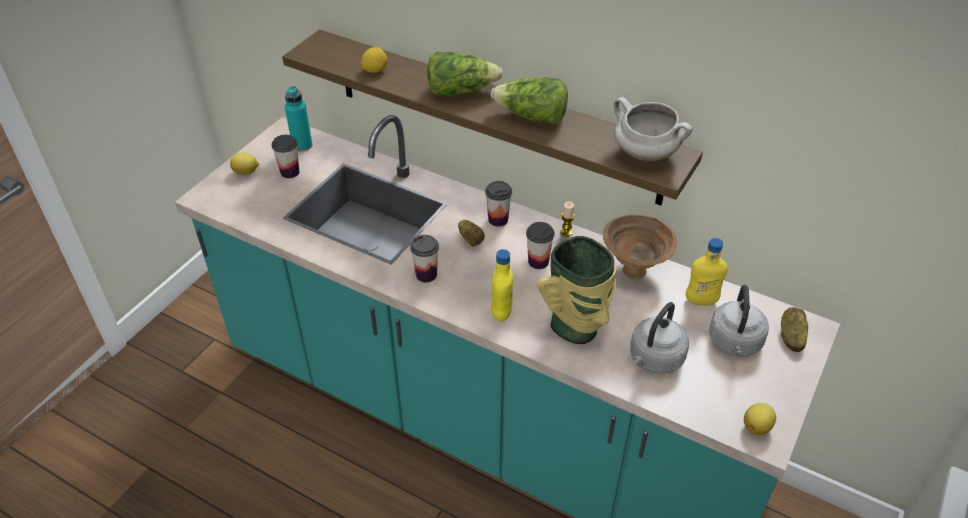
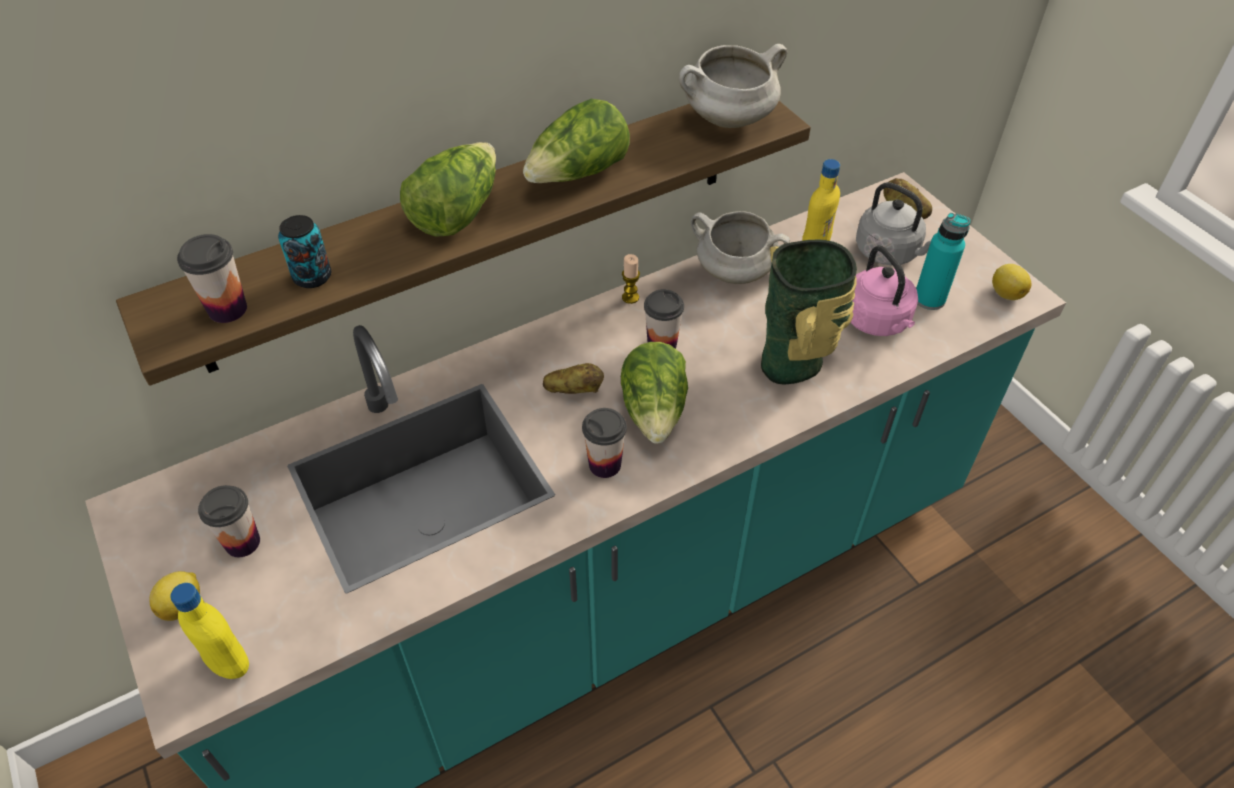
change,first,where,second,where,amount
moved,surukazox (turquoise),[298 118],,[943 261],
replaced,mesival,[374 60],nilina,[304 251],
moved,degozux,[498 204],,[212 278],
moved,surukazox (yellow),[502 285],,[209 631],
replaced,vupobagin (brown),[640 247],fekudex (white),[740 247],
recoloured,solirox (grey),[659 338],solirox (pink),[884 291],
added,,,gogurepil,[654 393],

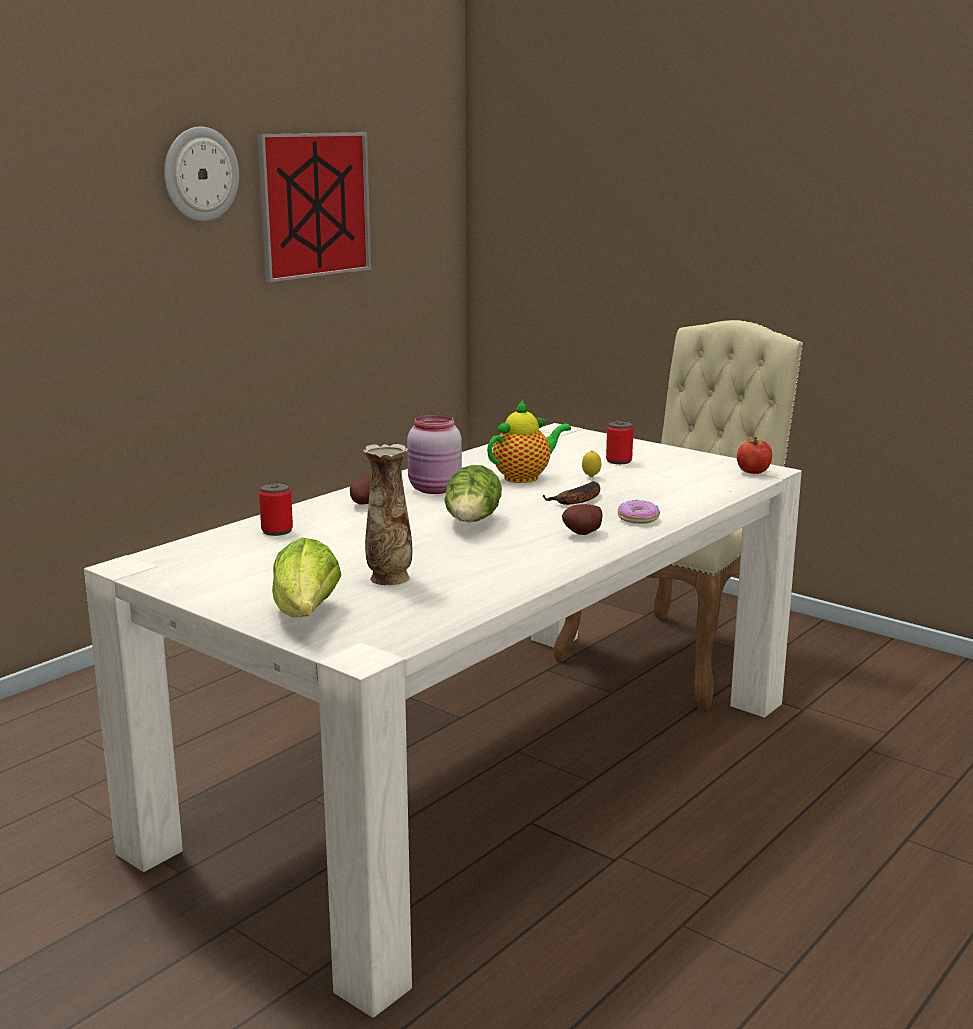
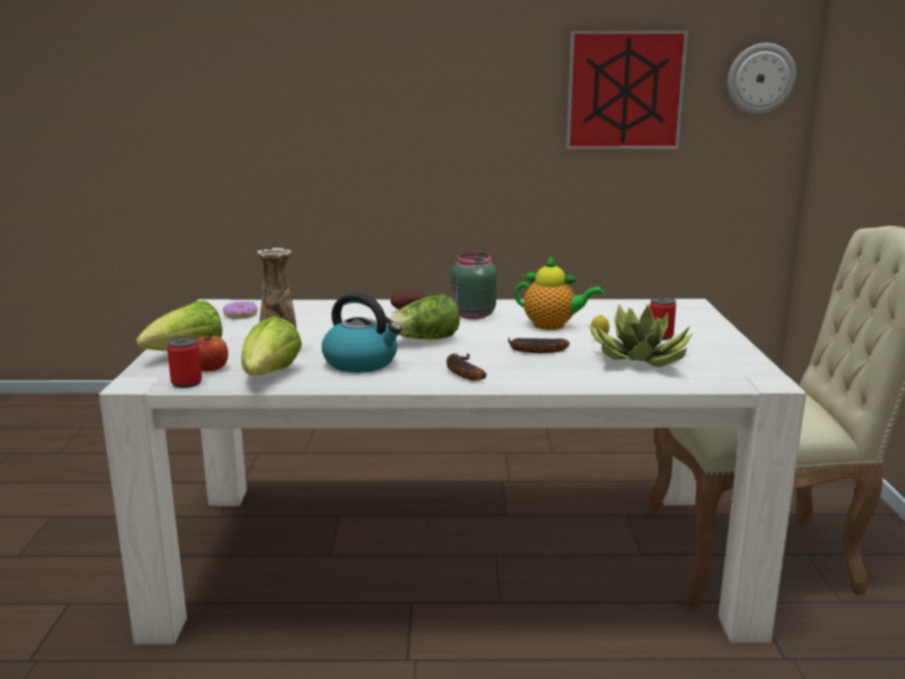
change,first,where,second,where,amount
moved,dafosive,[201 174],,[762 78],
moved,nilina,[276 509],,[184 362],
recoloured,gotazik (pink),[434 454],gotazik (green),[474 286],
replaced,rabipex,[582 519],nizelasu,[467 367],
moved,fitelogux,[639 511],,[240 310],
moved,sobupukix,[754 455],,[212 352],
added,,,gogurepil,[271 346],
added,,,solirox,[362 333],
added,,,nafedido,[640 335],

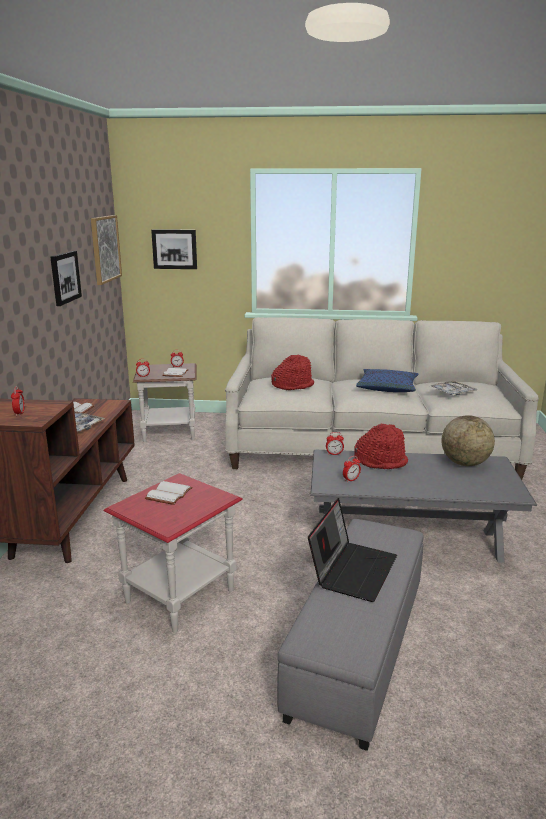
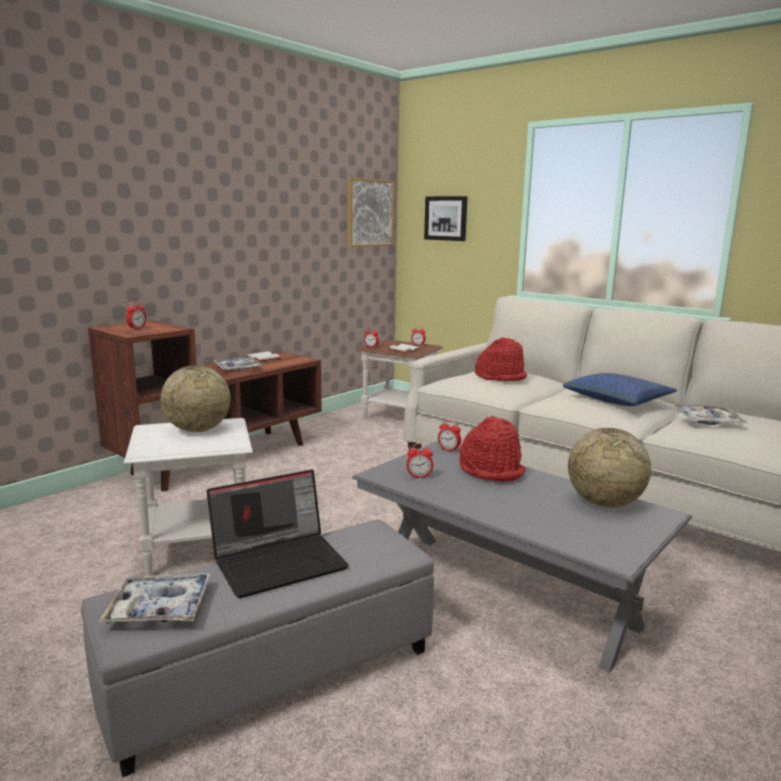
change,first,where,second,where,amount
removed,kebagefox,[66 278],,,
recoloured,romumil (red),[173 553],romumil (white),[188 497],
replaced,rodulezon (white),[169 493],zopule,[196 398],
added,,,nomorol,[155 598],

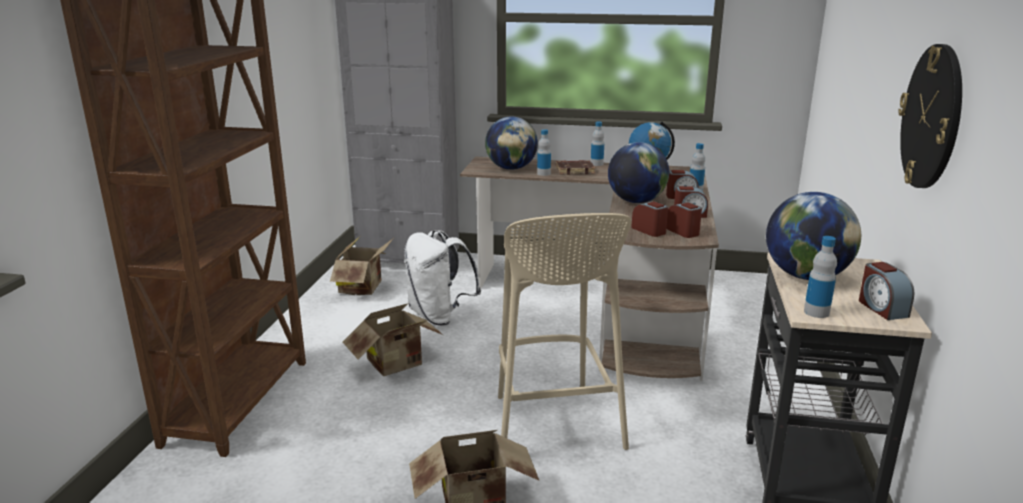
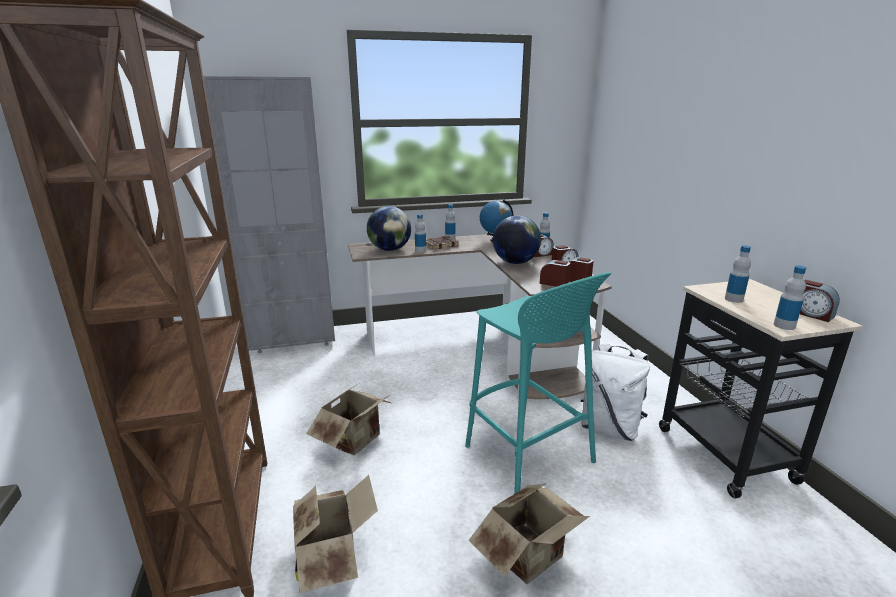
change,first,where,second,where,amount
moved,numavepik,[362 266],,[335 534],
moved,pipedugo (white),[442 278],,[615 392],
recoloured,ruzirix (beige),[564 331],ruzirix (turquoise),[538 383],
replaced,zopule,[813 236],surukazox,[738 274],
removed,dafosive,[930 116],,,

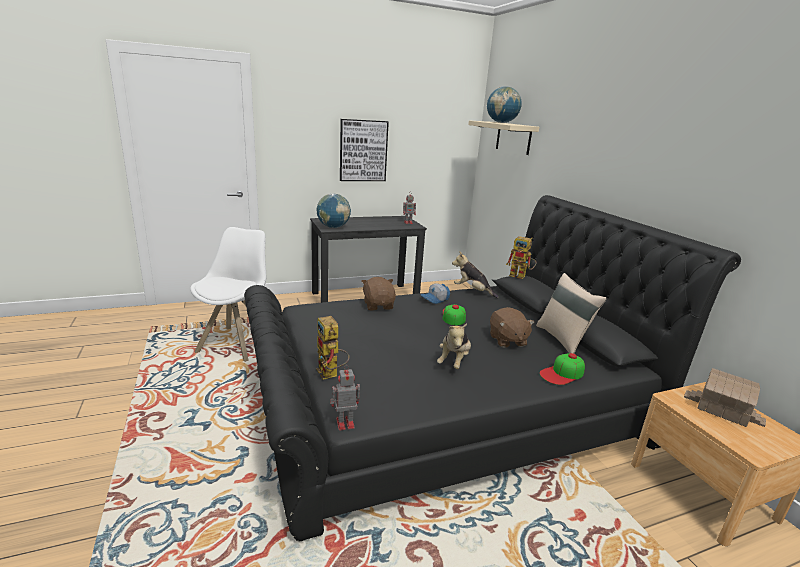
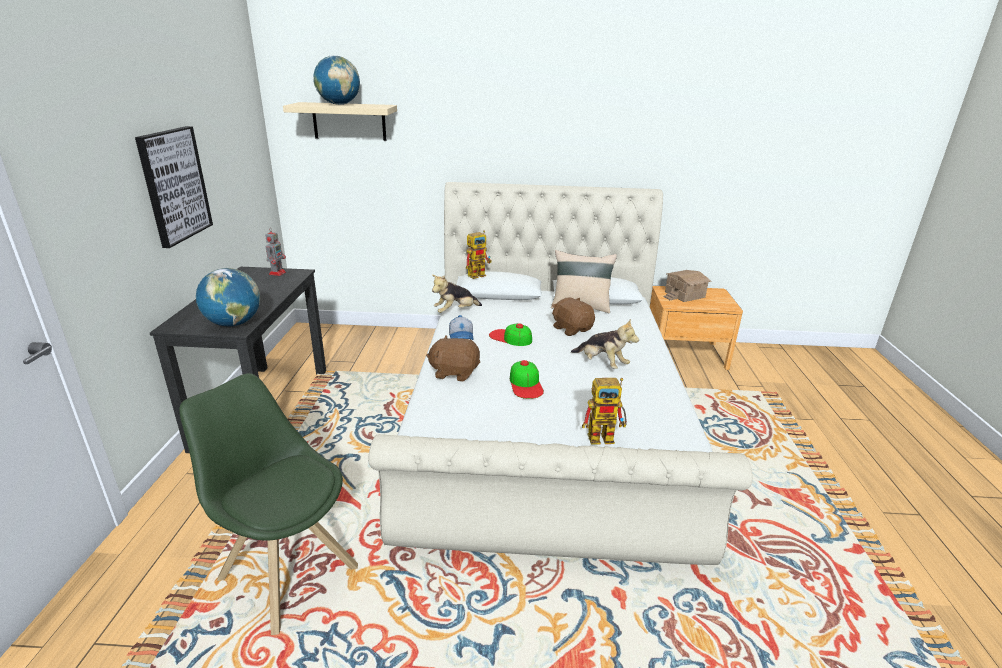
change,first,where,second,where,amount
recoloured,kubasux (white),[228 294],kubasux (green),[268 504],
recoloured,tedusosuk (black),[492 368],tedusosuk (beige),[560 373],
removed,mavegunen,[345 398],,,
turned,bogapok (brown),[512 327],,[573 316],135 degrees counterclockwise
moved,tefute,[562 369],,[527 379],

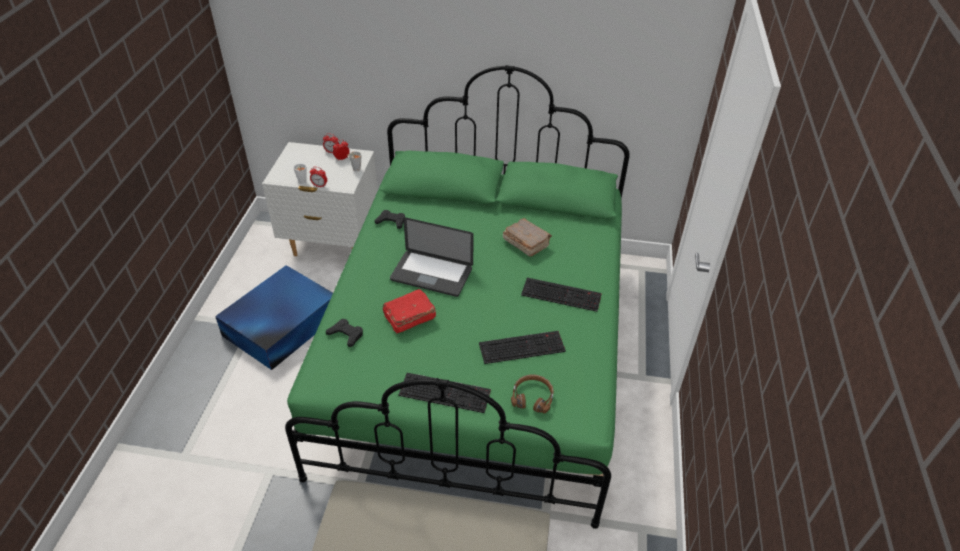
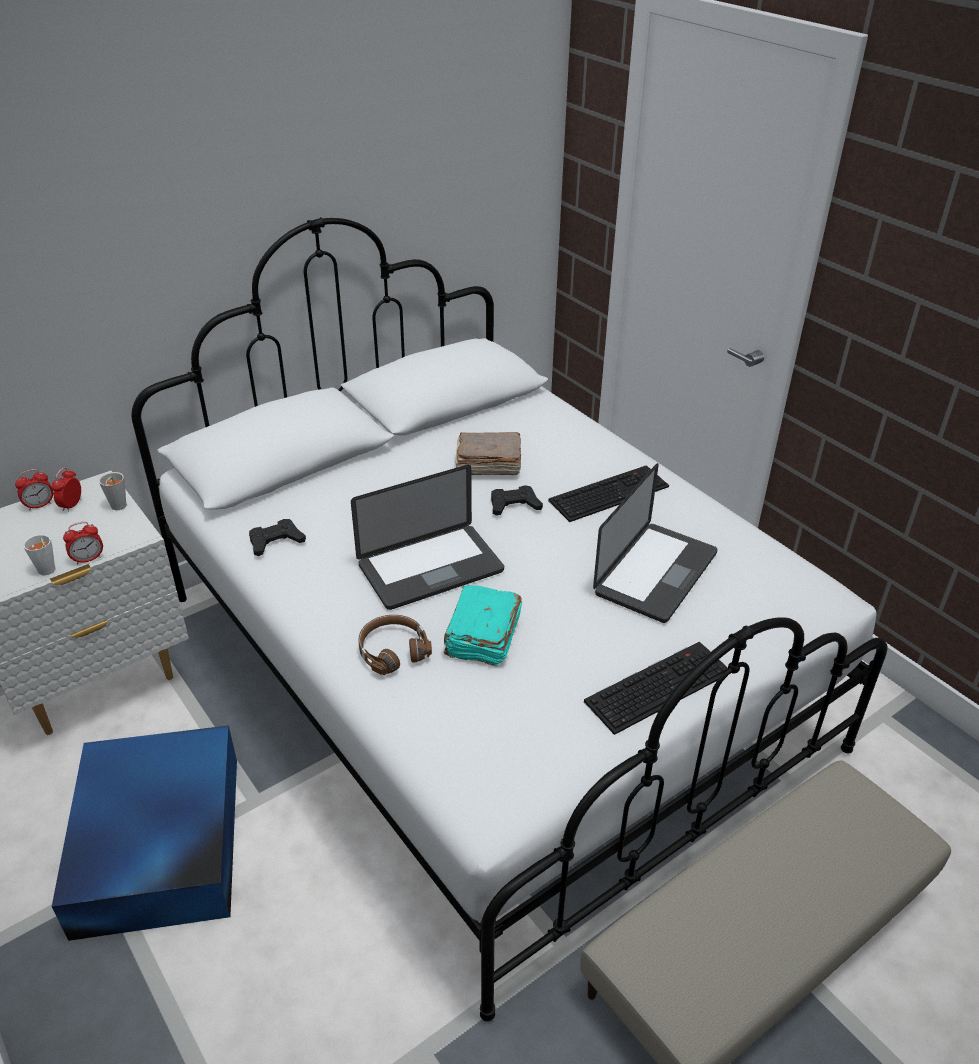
change,first,where,second,where,amount
recoloured,tedusosuk (green),[457 297],tedusosuk (white),[509 619],
moved,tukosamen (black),[344 333],,[517 500],
recoloured,rodulezon (red),[409 311],rodulezon (turquoise),[483 625],
replaced,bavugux,[522 347],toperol,[655 543],
moved,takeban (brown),[532 394],,[395 645],

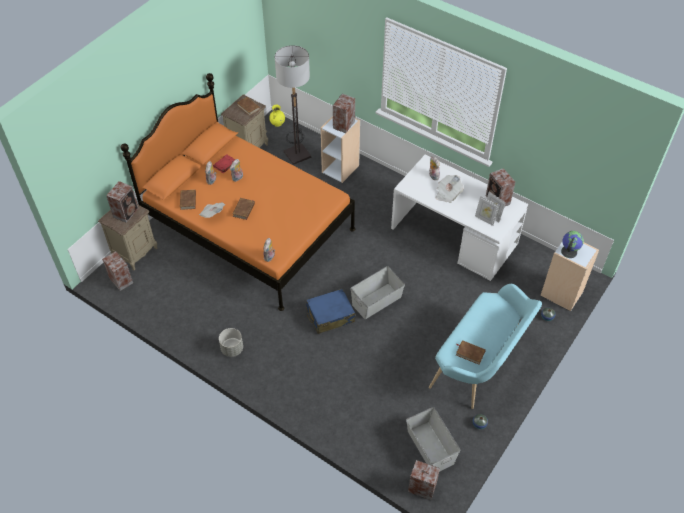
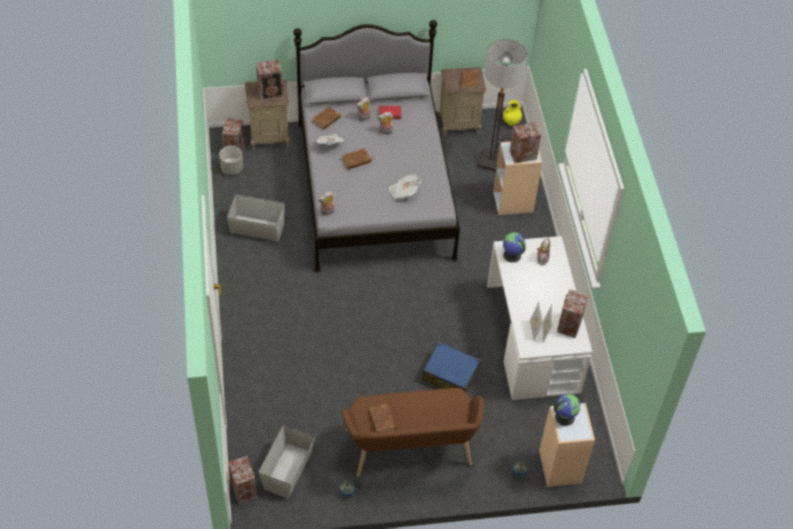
change,first,where,second,where,amount
recoloured,tedusosuk (orange),[238 192],tedusosuk (grey),[376 146],
moved,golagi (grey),[231 342],,[231 160],
moved,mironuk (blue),[330 311],,[451 367],
moved,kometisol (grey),[377 292],,[256 217],
recoloured,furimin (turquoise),[485 346],furimin (brown),[413 432],
moved,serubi,[449 189],,[405 187],
added,,,zopule,[514 247],

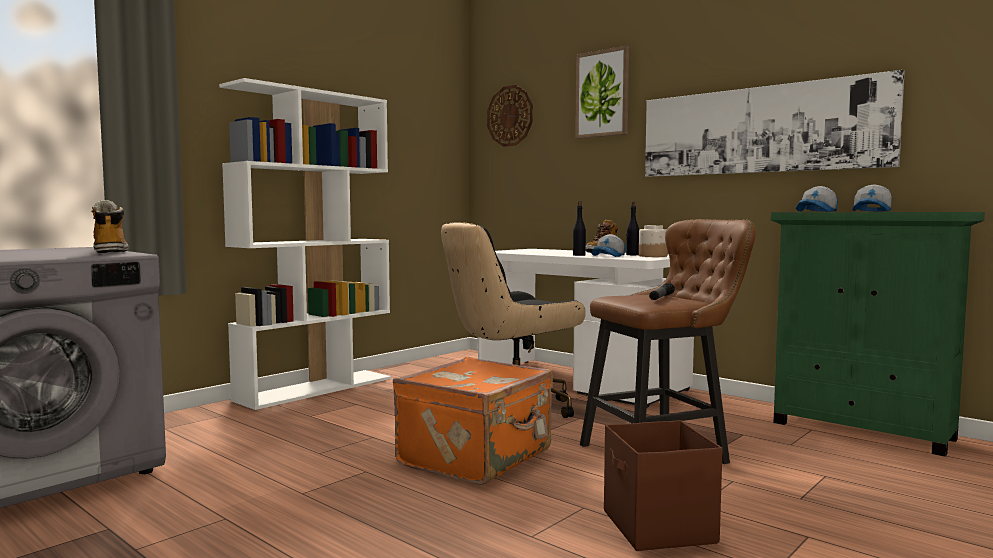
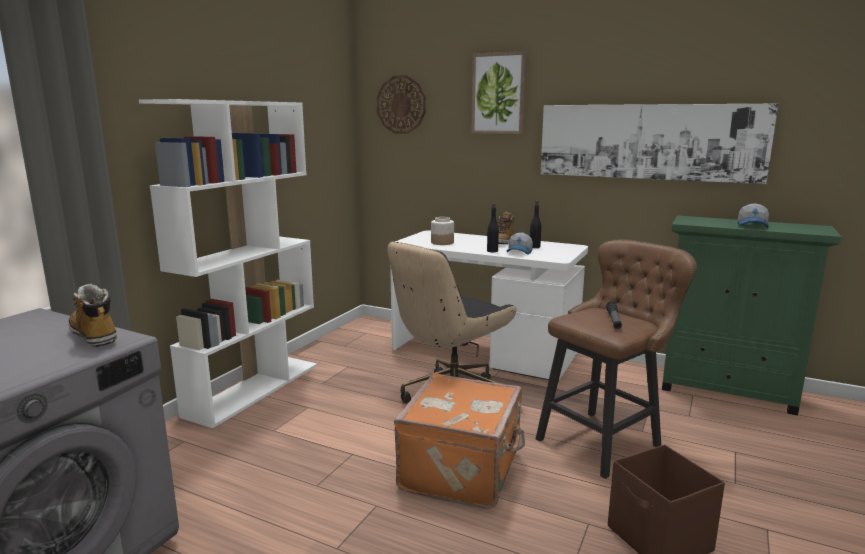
change,first,where,second,where,amount
moved,gotazik,[653 241],,[442 231],
removed,tefute,[817 199],,,

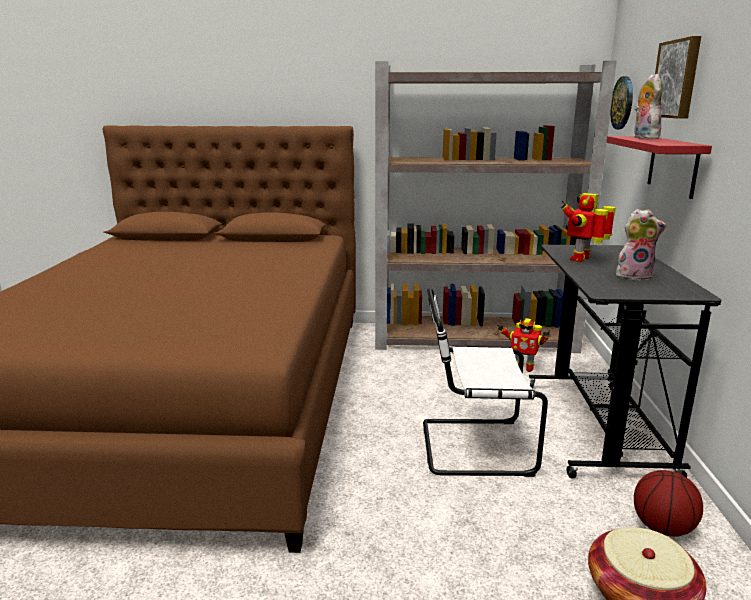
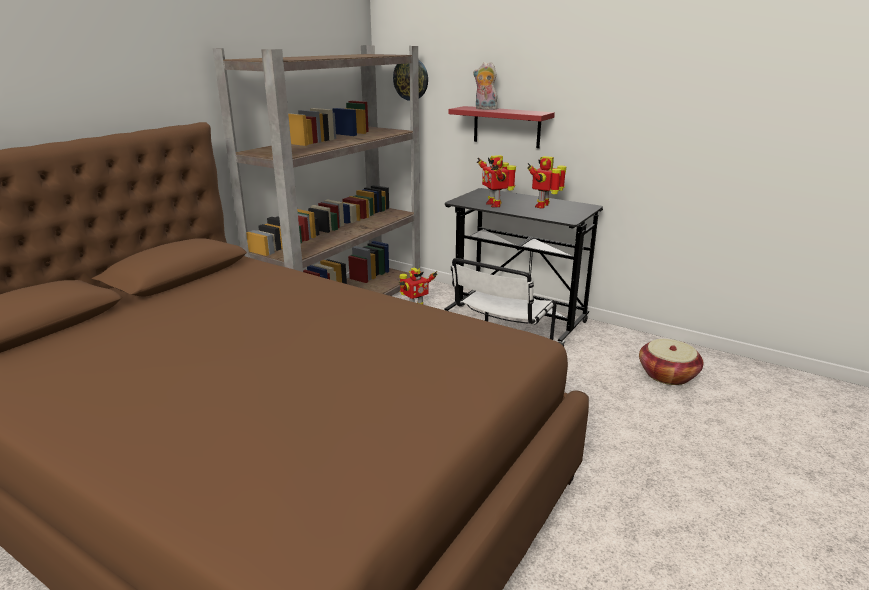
change,first,where,second,where,amount
replaced,bogapok,[641 244],mavegunen,[546 182],
removed,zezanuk,[668 503],,,
removed,kebagefox,[678 77],,,

